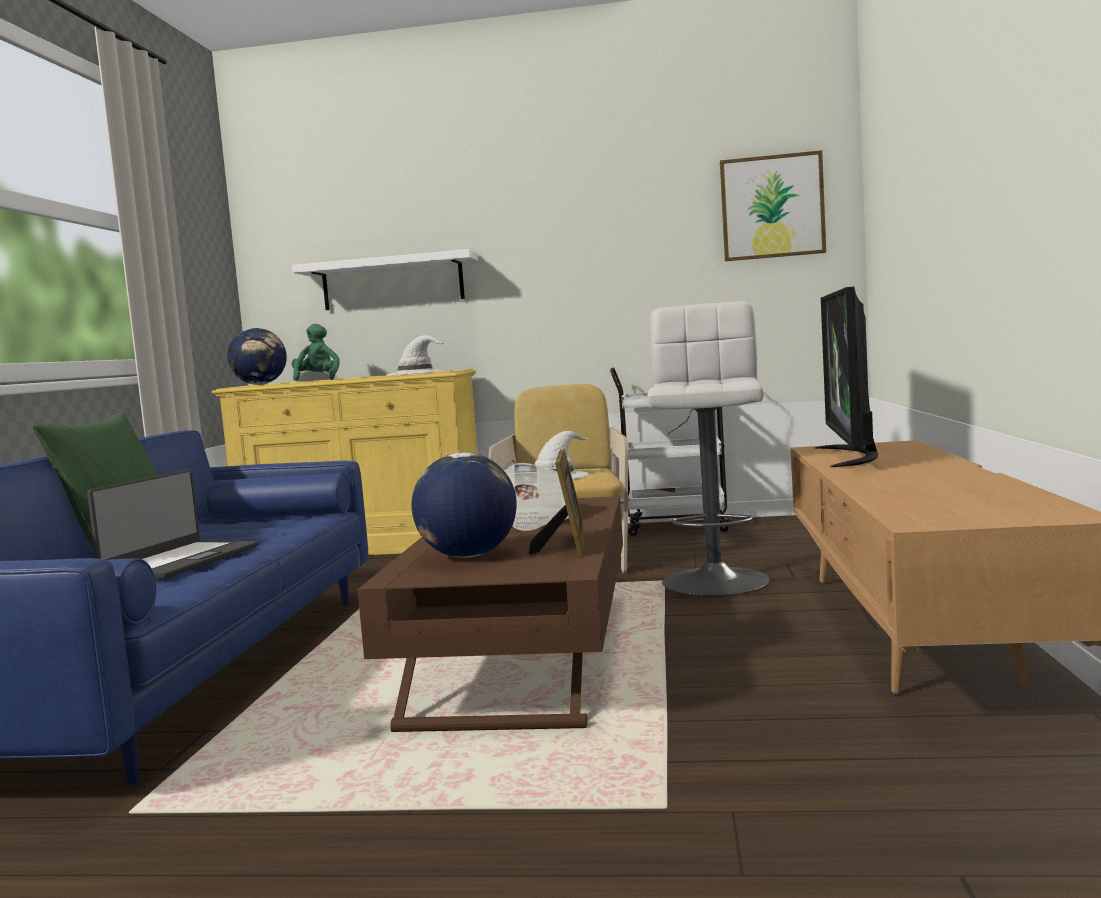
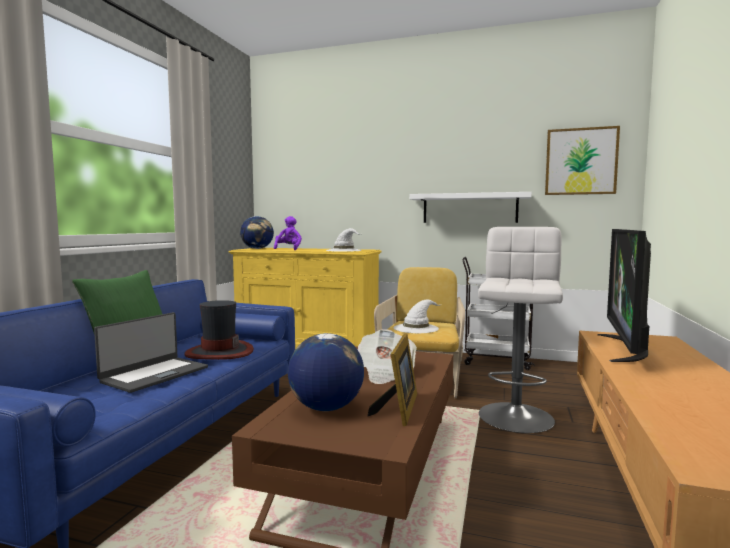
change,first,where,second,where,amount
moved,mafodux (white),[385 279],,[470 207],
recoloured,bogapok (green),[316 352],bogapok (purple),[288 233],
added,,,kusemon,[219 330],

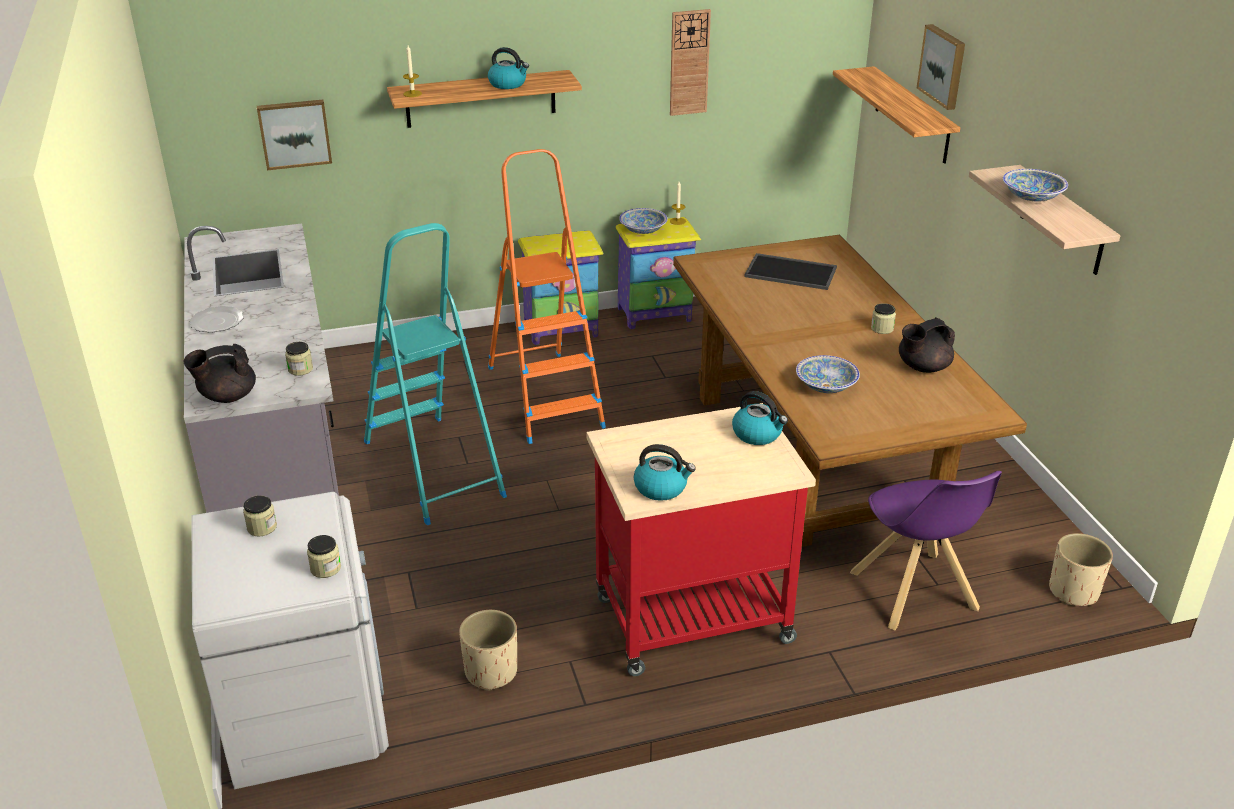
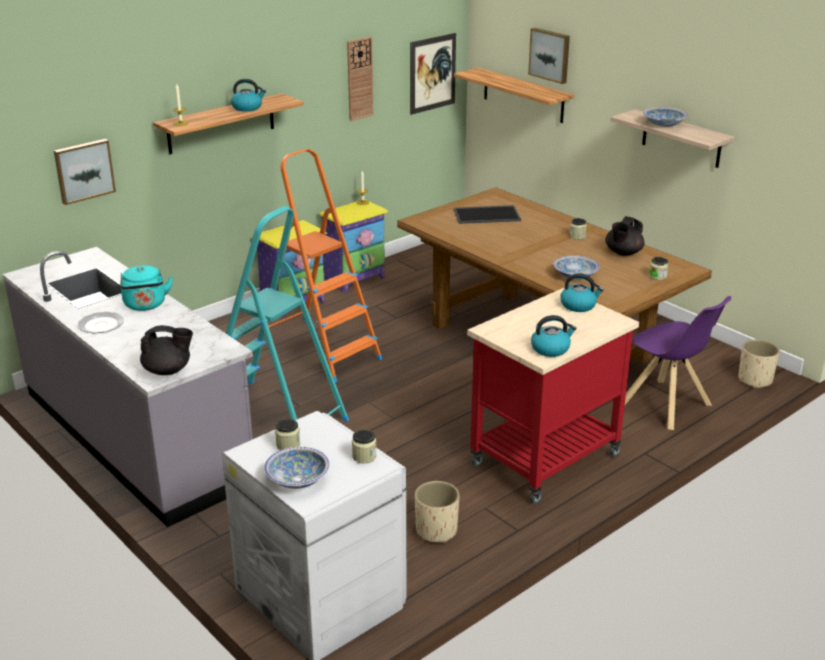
change,first,where,second,where,amount
turned,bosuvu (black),[220 373],,[166 350],135 degrees counterclockwise
moved,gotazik,[299 359],,[658 268],
moved,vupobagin,[643 221],,[297 468],
added,,,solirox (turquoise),[146 288],
added,,,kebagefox,[433 74],

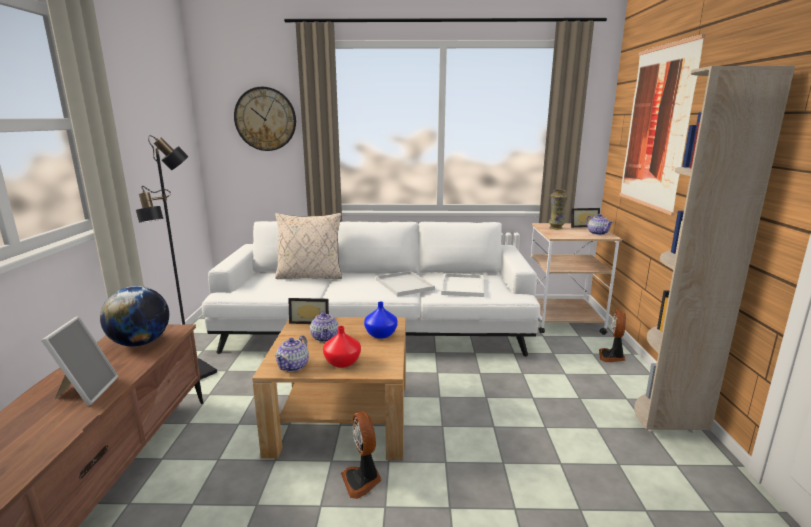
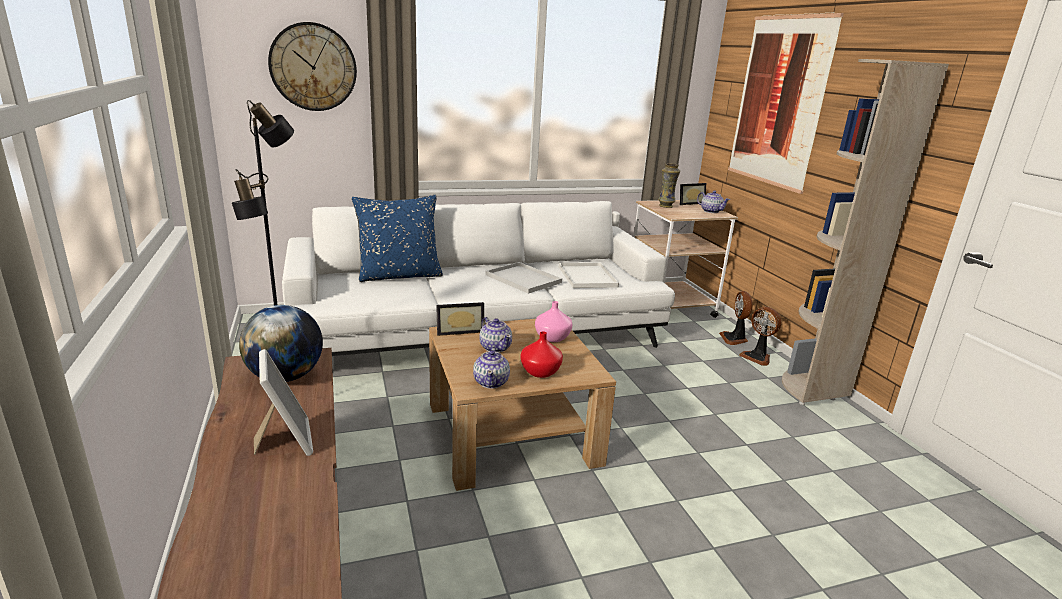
change,first,where,second,where,amount
recoloured,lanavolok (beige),[308 246],lanavolok (blue),[397 238],
moved,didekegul,[361 455],,[760 336],
recoloured,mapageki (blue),[381 320],mapageki (pink),[554 321],

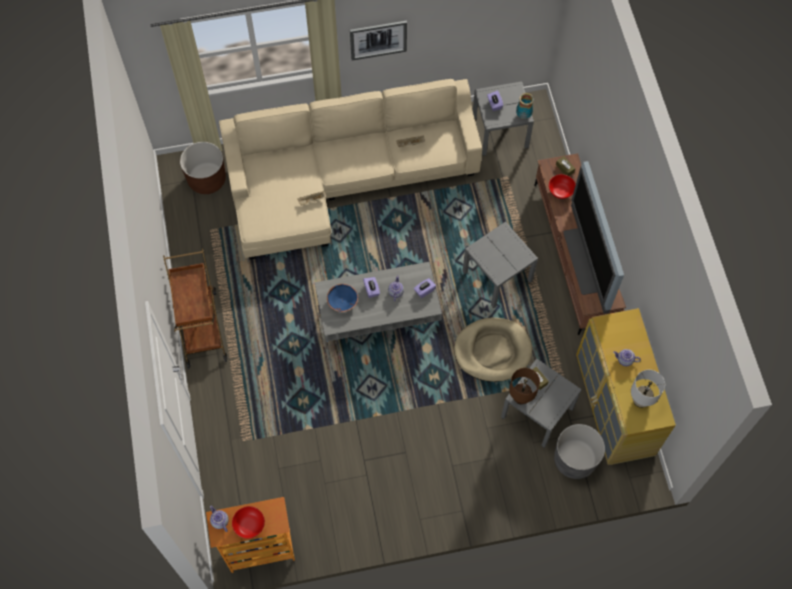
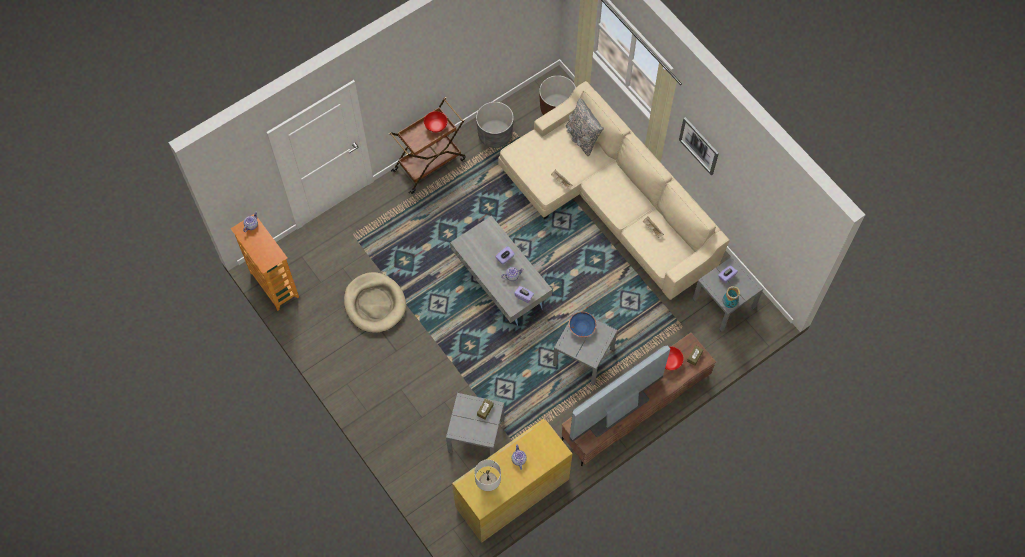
change,first,where,second,where,amount
moved,vupobagin (red),[248 522],,[435 122],
moved,vupobagin (blue),[342 298],,[582 324],
moved,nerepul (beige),[493 349],,[375 302],
removed,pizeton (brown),[524 386],,,
moved,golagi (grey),[579 451],,[495 125],
added,,,lanavolok (grey),[584 127],

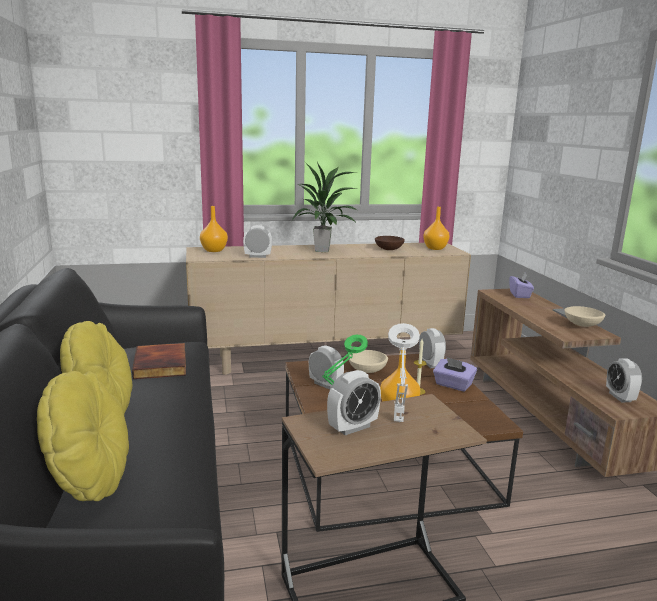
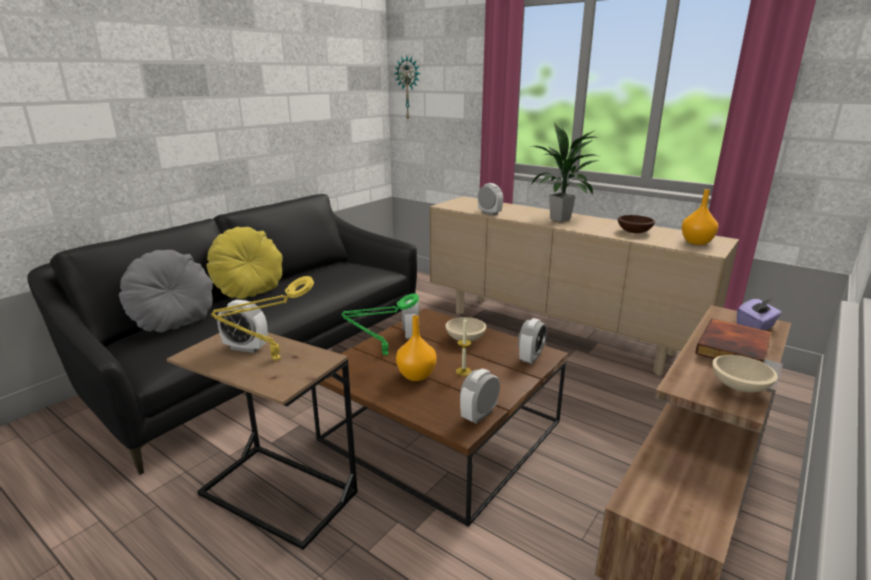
change,first,where,second,where,amount
recoloured,lanavolok (yellow),[83 436],lanavolok (grey),[166 291],
moved,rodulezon,[159 361],,[733 340],
removed,mapageki (orange),[214 229],,,
recoloured,pizeton (white),[404 372],pizeton (yellow),[262 318],
removed,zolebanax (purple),[455 374],,,
moved,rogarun,[624 380],,[480 396],
added,,,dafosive,[407 87],

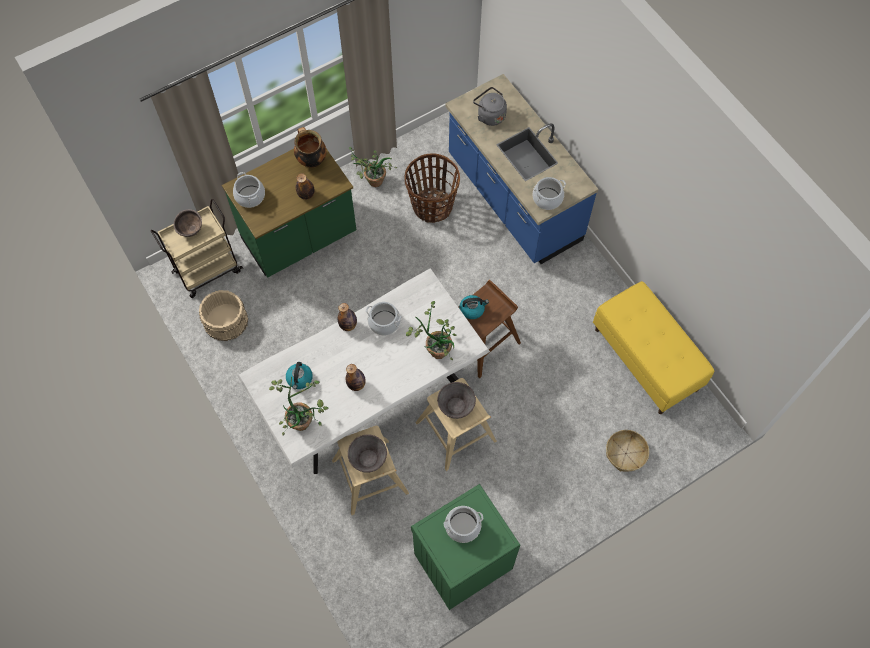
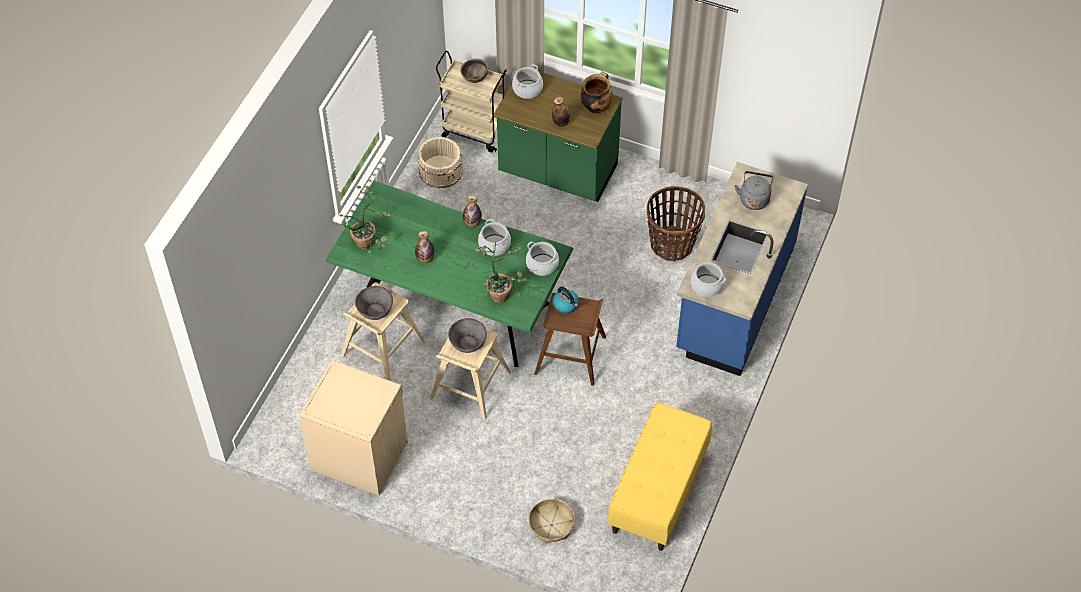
change,first,where,second,where,amount
recoloured,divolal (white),[363 371],divolal (green),[449 274],
removed,solirox,[299 375],,,
removed,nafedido,[373 167],,,
recoloured,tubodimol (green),[465 547],tubodimol (beige),[353 428],
moved,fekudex,[463 524],,[542 258],

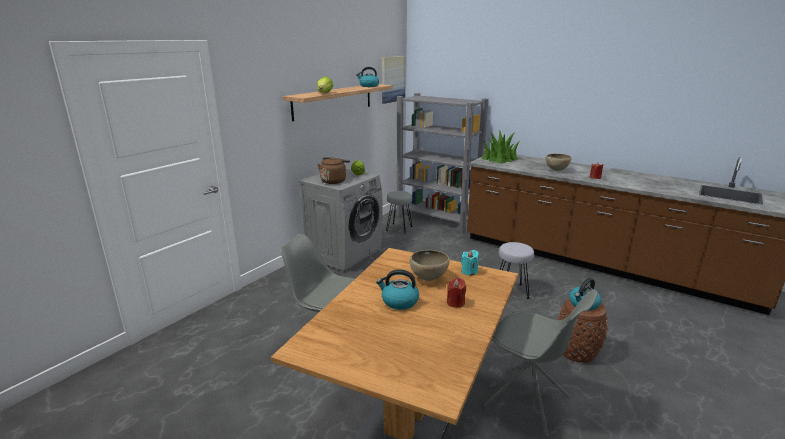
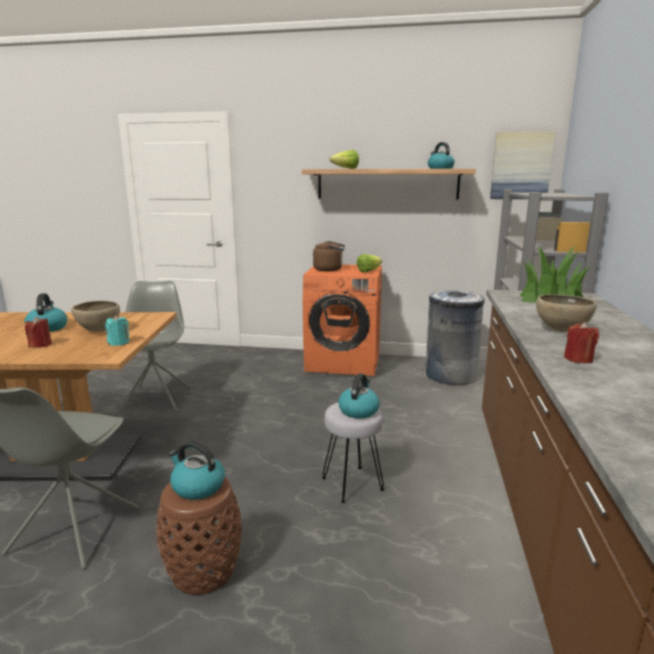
change,first,where,second,where,amount
recoloured,tubodimol (grey),[341 220],tubodimol (orange),[342 320],
replaced,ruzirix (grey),[399 212],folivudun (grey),[455 337],
added,,,solirox,[359 395],

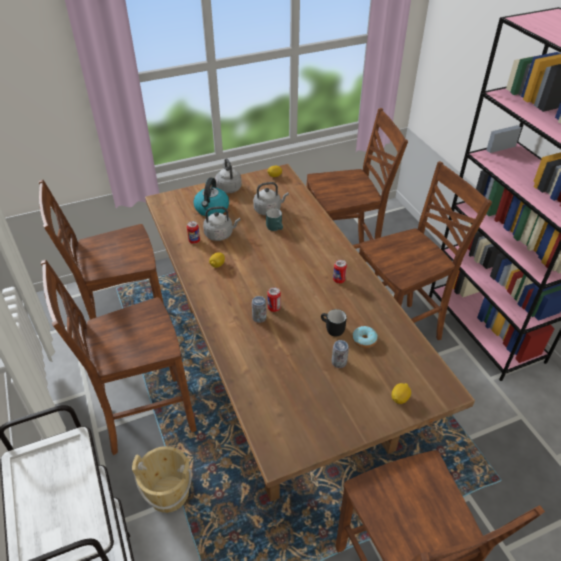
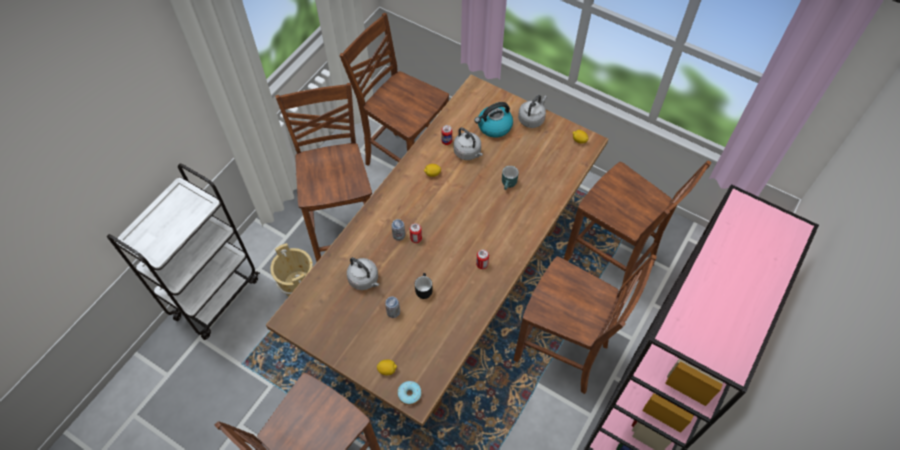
change,first,where,second,where,amount
turned,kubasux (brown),[119 357],,[323 172],45 degrees clockwise
moved,solirox (grey),[271 198],,[363 273],
moved,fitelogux,[365 337],,[410 393],

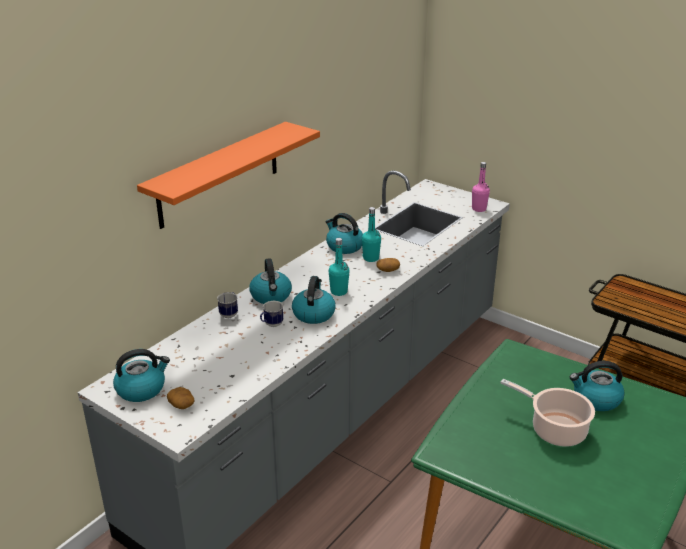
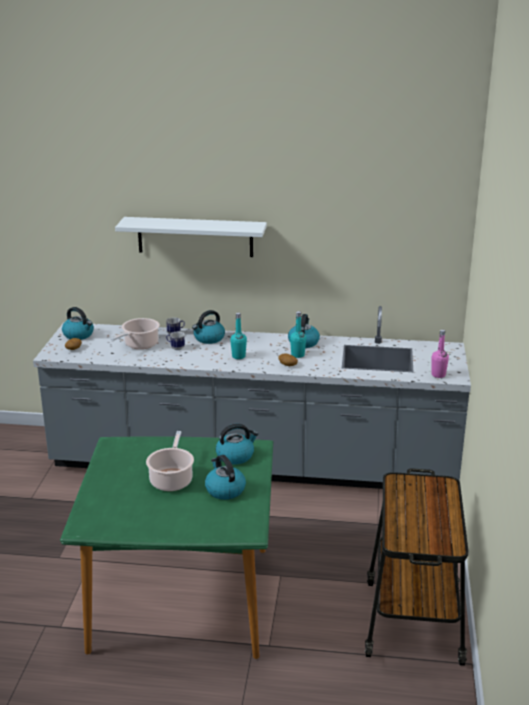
change,first,where,second,where,amount
recoloured,mafodux (orange),[228 175],mafodux (white),[191 237],
moved,solirox,[314 300],,[237 444],
added,,,fekudex,[135 333],

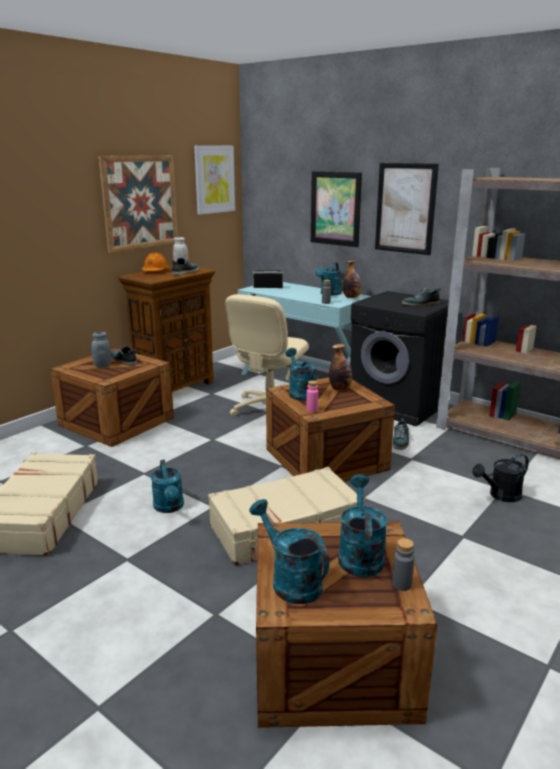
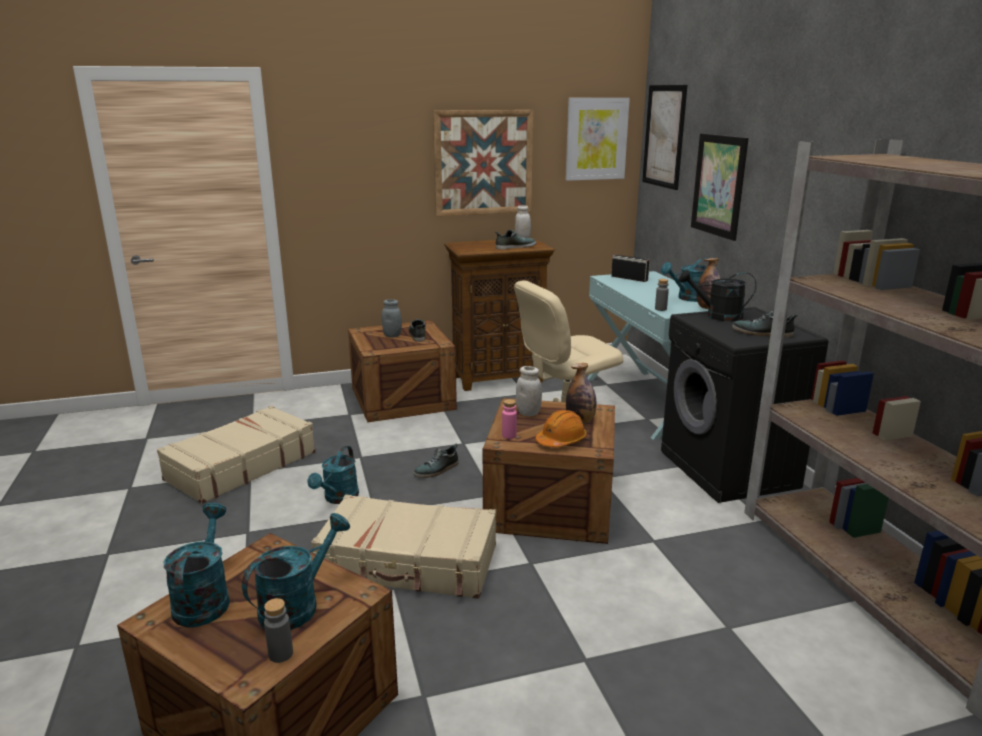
change,first,where,second,where,amount
moved,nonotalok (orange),[155 262],,[561 428],
replaced,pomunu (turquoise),[301 374],gotazik (white),[529 391],
moved,kebagefox,[407 209],,[664 137],
moved,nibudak,[401 434],,[435 460],
moved,pomunu (black),[500 478],,[717 295],

